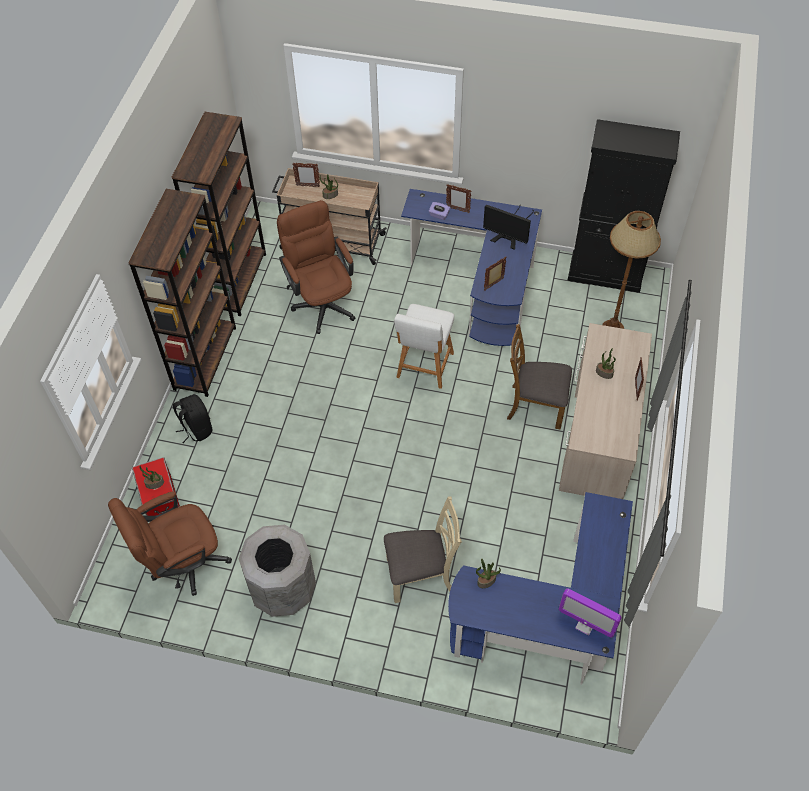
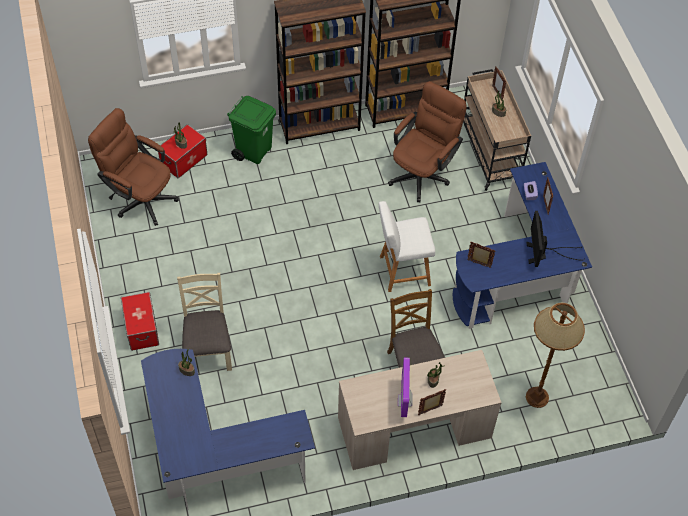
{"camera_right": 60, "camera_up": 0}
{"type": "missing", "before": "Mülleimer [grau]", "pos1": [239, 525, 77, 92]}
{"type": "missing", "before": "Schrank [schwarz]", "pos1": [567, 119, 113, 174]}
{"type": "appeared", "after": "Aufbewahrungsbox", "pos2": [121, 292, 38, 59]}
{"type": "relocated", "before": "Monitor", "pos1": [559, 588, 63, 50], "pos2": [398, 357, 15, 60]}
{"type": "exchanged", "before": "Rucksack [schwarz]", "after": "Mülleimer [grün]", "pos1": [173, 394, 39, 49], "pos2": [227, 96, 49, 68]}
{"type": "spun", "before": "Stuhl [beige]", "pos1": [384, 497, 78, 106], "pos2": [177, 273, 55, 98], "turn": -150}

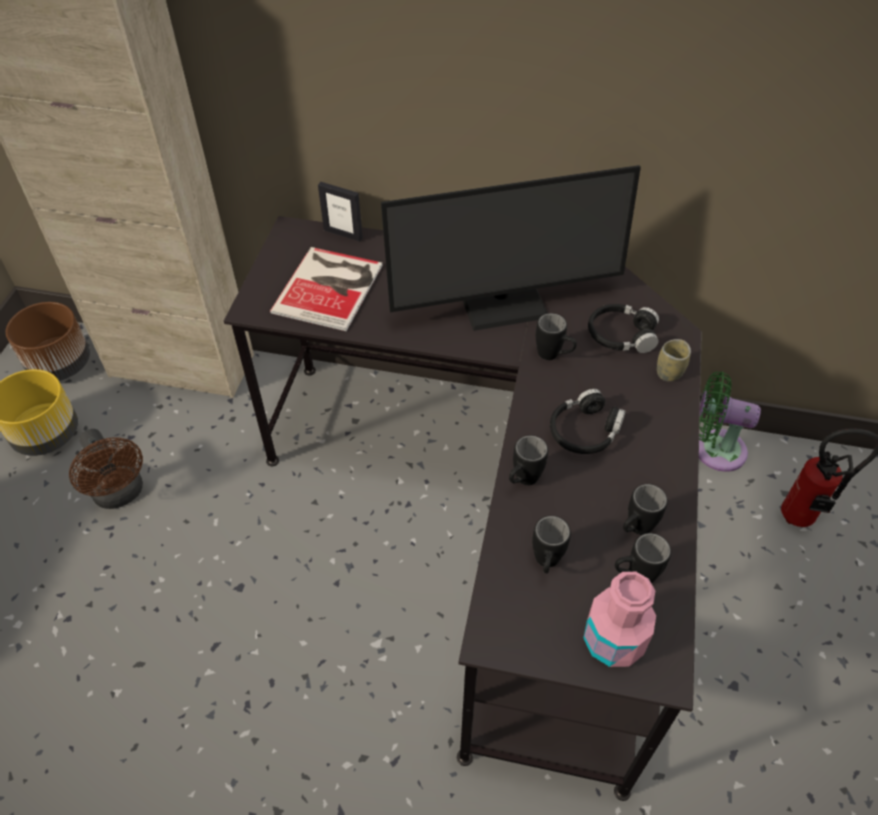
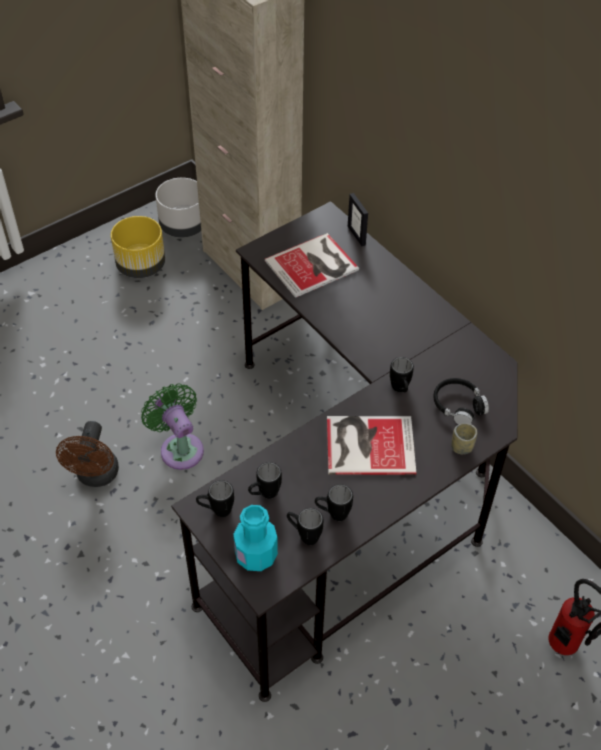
{"camera_right": 40, "camera_up": 0}
{"type": "missing", "before": "Monitor", "pos1": [381, 165, 260, 166]}
{"type": "relocated", "before": "Ventilator [braun]", "pos1": [69, 429, 74, 80], "pos2": [56, 421, 63, 66]}
{"type": "relocated", "before": "Henkelbecher [schwarz]", "pos1": [509, 435, 39, 50], "pos2": [196, 480, 38, 37]}
{"type": "relocated", "before": "Ventilator [grün]", "pos1": [699, 371, 62, 101], "pos2": [141, 383, 63, 87]}
{"type": "exchanged", "before": "Kopfhörer [schwarz]", "after": "Buch", "pos1": [550, 389, 76, 65], "pos2": [327, 416, 89, 59]}
{"type": "colour", "before": "Pflanzkübel [braun]", "after": "Pflanzkübel [grau]", "pos1": [6, 302, 84, 79], "pos2": [155, 178, 46, 60]}
{"type": "colour", "before": "Flasche [rosa]", "after": "Flasche [türkis]", "pos1": [583, 572, 73, 95], "pos2": [233, 505, 45, 66]}

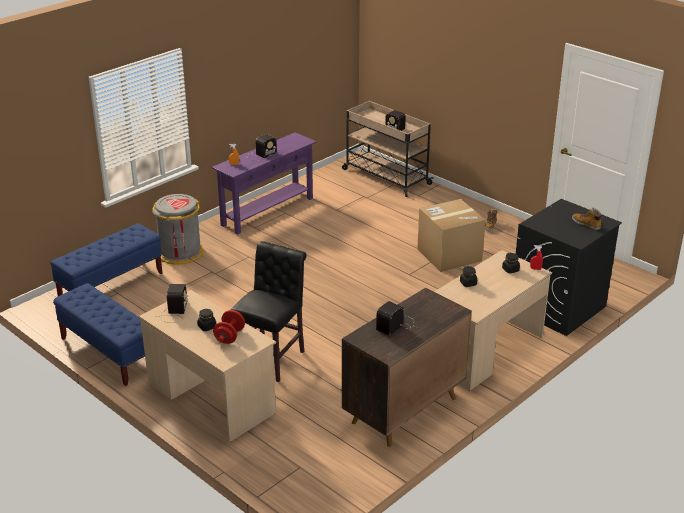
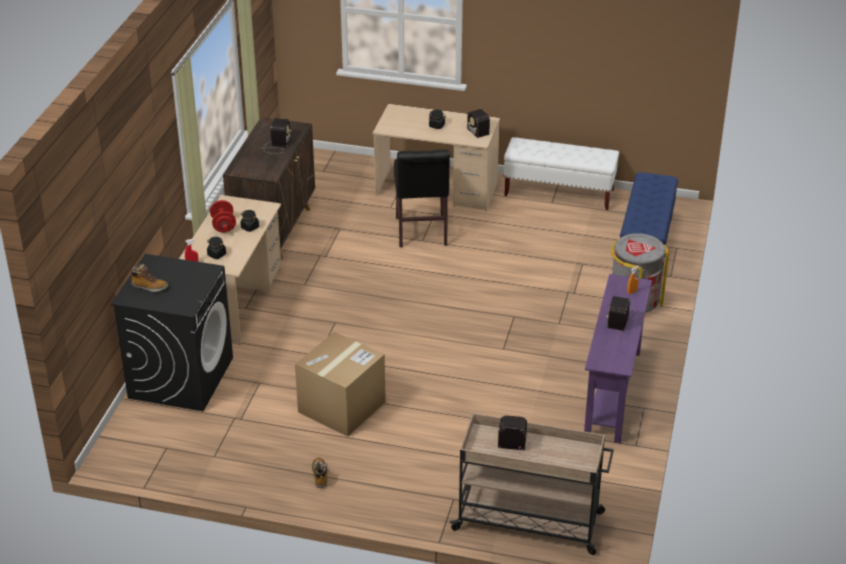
{"camera_right": 150, "camera_up": 5}
{"type": "relocated", "before": "Hantel [rot]", "pos1": [213, 310, 32, 34], "pos2": [210, 200, 26, 33]}
{"type": "colour", "before": "Bank [blau]", "after": "Bank [weiß]", "pos1": [53, 283, 92, 103], "pos2": [503, 137, 116, 73]}

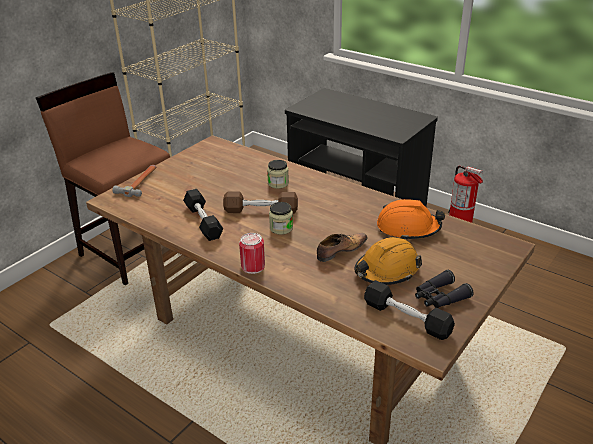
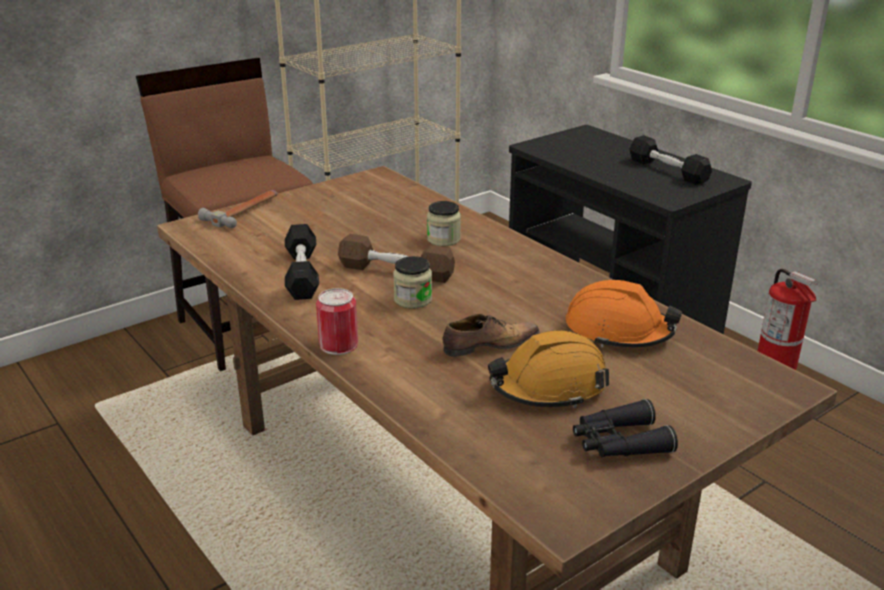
{"camera_right": 15, "camera_up": -5}
{"type": "relocated", "before": "Hantel [schwarz]", "pos1": [364, 280, 91, 60], "pos2": [629, 135, 83, 50]}

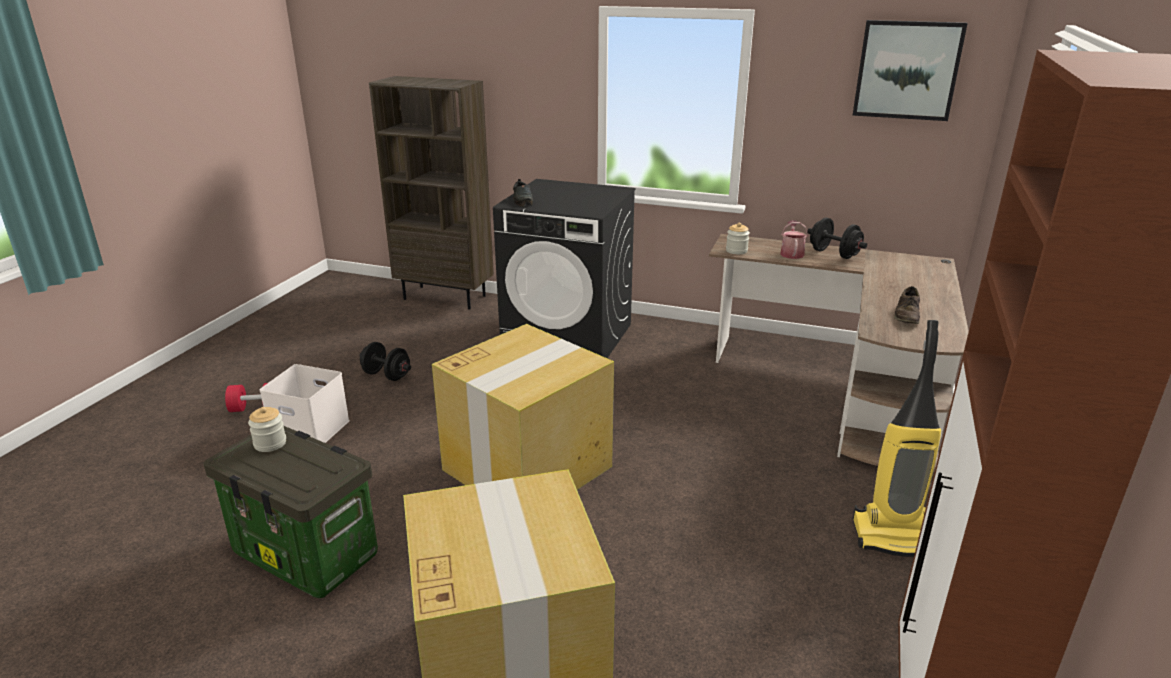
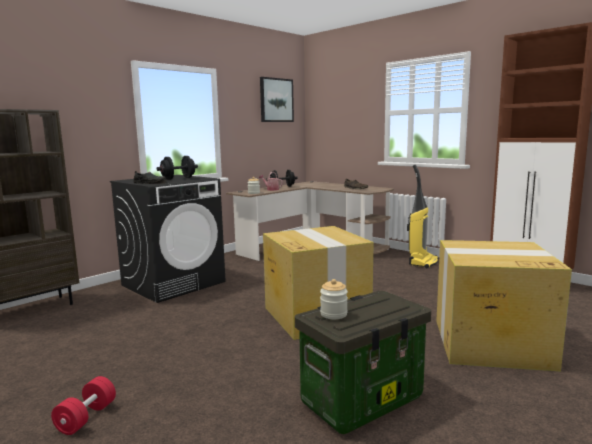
{"camera_right": -65, "camera_up": -15}
{"type": "missing", "before": "Aufbewahrungsbox [weiß]", "pos1": [260, 364, 90, 79]}
{"type": "relocated", "before": "Hantel [schwarz]", "pos1": [359, 342, 52, 39], "pos2": [157, 156, 41, 24]}

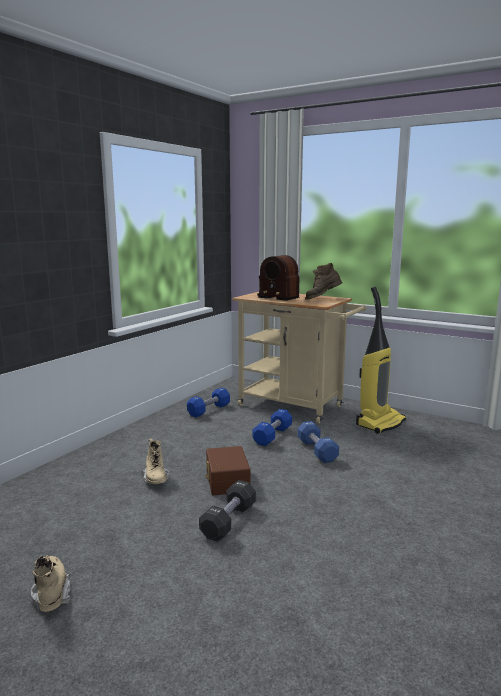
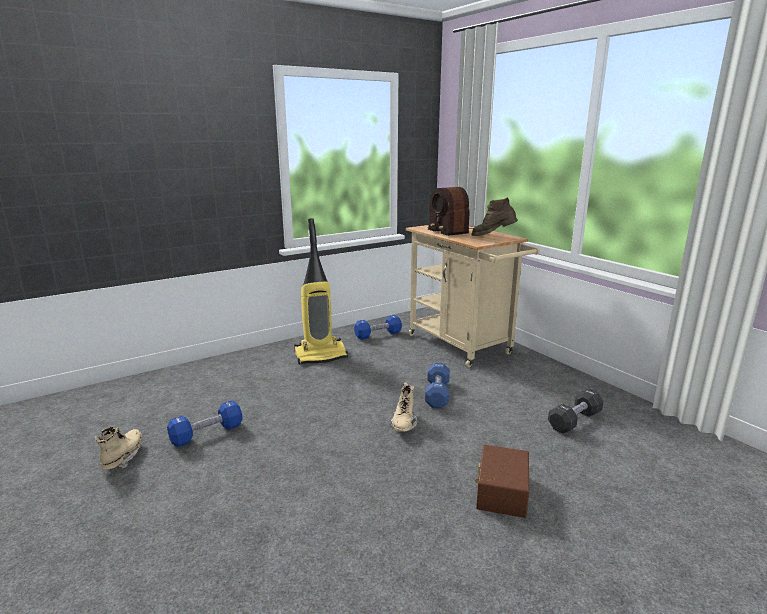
{"camera_right": 25, "camera_up": 5}
{"type": "relocated", "before": "Stiefel [beige]", "pos1": [142, 439, 27, 46], "pos2": [390, 382, 27, 49]}
{"type": "relocated", "before": "Hantel [schwarz]", "pos1": [199, 480, 57, 62], "pos2": [548, 389, 56, 45]}
{"type": "relocated", "before": "Aufbewahrungsbox [braun]", "pos1": [206, 446, 44, 49], "pos2": [475, 445, 54, 73]}
{"type": "relocated", "before": "Hantel [blau]", "pos1": [252, 409, 40, 37], "pos2": [167, 400, 76, 47]}
{"type": "relocated", "before": "Staubsauger", "pos1": [356, 287, 50, 147], "pos2": [294, 218, 54, 146]}

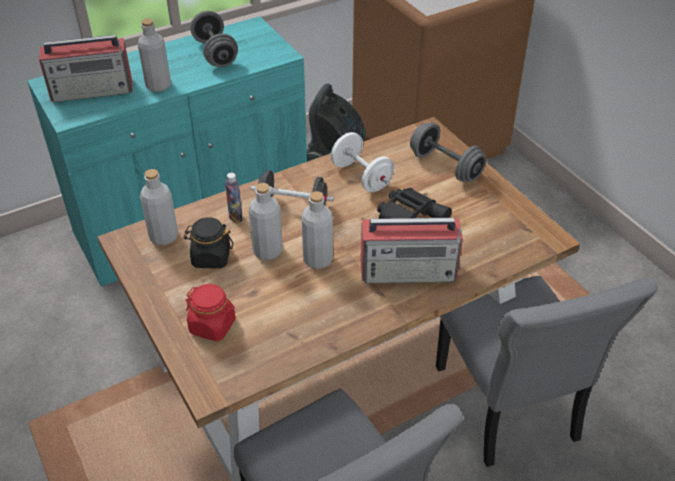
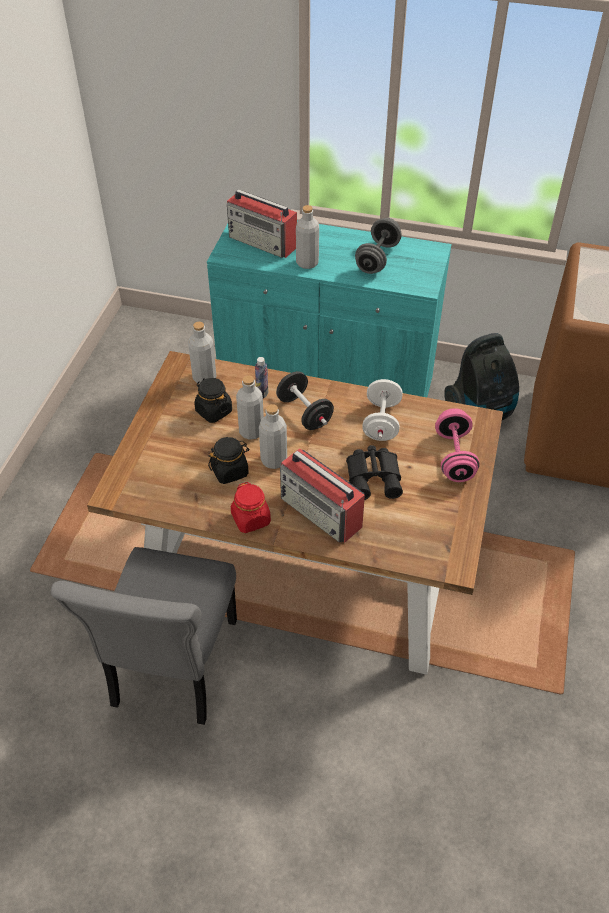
{"camera_right": 45, "camera_up": 5}
{"type": "missing", "before": "Stuhl [grau]", "pos1": [436, 276, 222, 191]}
{"type": "appeared", "after": "Vorratsglas [schwarz]", "pos2": [208, 437, 42, 47]}
{"type": "relocated", "before": "Vorratsglas [rot]", "pos1": [185, 284, 51, 57], "pos2": [231, 482, 40, 51]}
{"type": "colour", "before": "Hantel [grau]", "after": "Hantel [rosa]", "pos1": [410, 123, 76, 59], "pos2": [435, 408, 45, 74]}

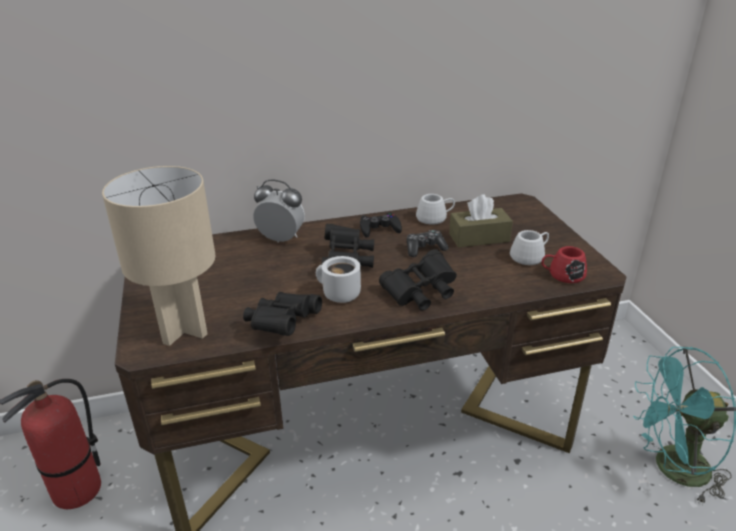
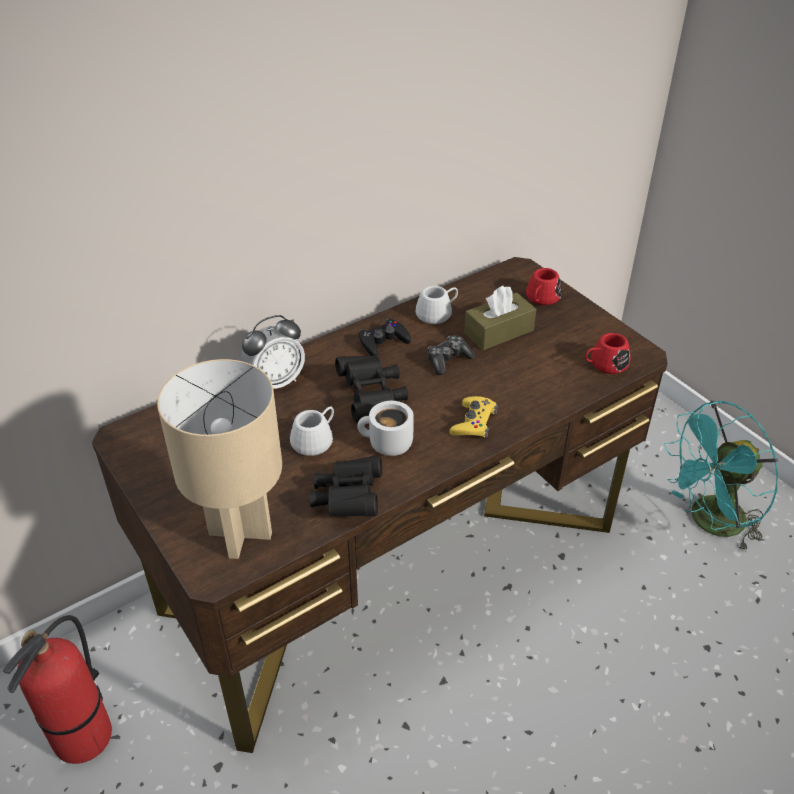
{"camera_right": -20, "camera_up": 10}
{"type": "appeared", "after": "Henkelbecher [rot]", "pos2": [526, 268, 36, 37]}
{"type": "relocated", "before": "Henkelbecher [weiß]", "pos1": [510, 230, 39, 35], "pos2": [290, 407, 44, 49]}
{"type": "exchanged", "before": "Fernglas [schwarz]", "after": "Gamepad [gelb]", "pos1": [379, 249, 78, 61], "pos2": [450, 396, 48, 42]}
{"type": "spun", "before": "Wecker", "pos1": [253, 180, 52, 63], "pos2": [241, 315, 64, 74], "turn": 150}

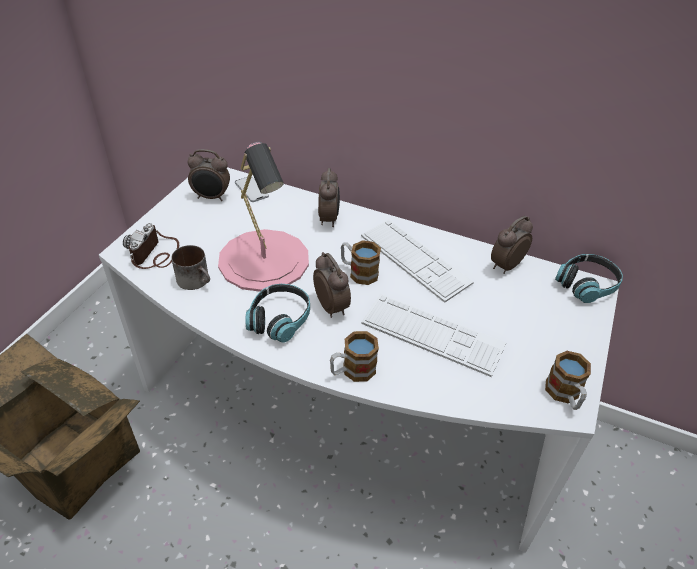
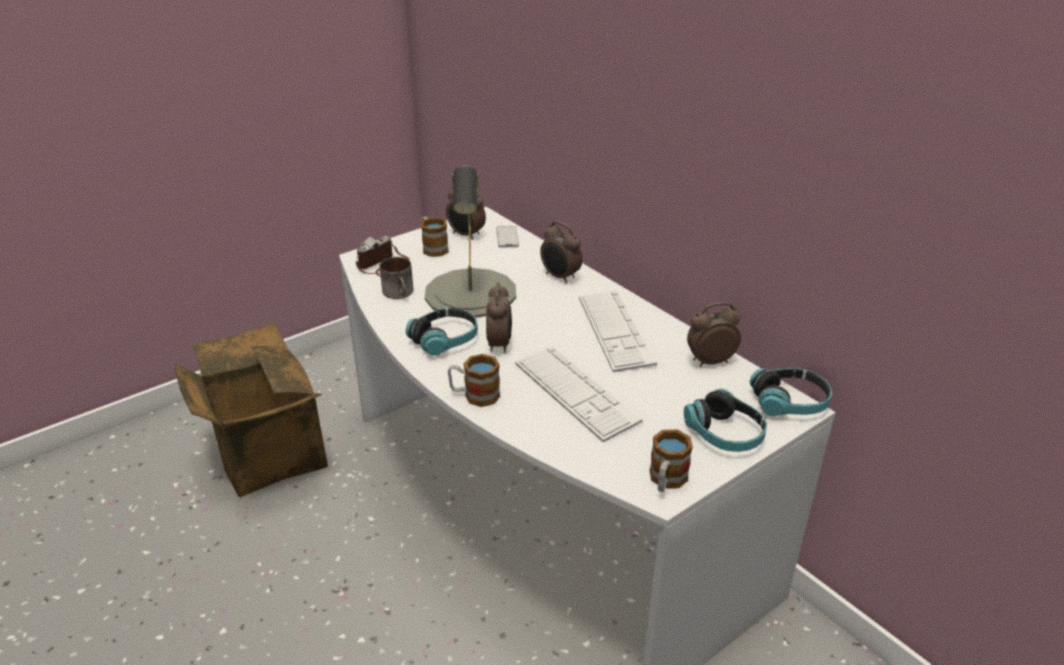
{"camera_right": 30, "camera_up": -10}
{"type": "appeared", "after": "Kopfhörer", "pos2": [684, 389, 83, 63]}
{"type": "relocated", "before": "Henkelbecher", "pos1": [341, 240, 40, 45], "pos2": [421, 217, 28, 40]}
{"type": "colour", "before": "Tischlampe [rosa]", "after": "Tischlampe [grau]", "pos1": [218, 142, 91, 150], "pos2": [425, 165, 91, 153]}
{"type": "spun", "before": "Wecker", "pos1": [318, 168, 22, 59], "pos2": [540, 221, 43, 63], "turn": 105}

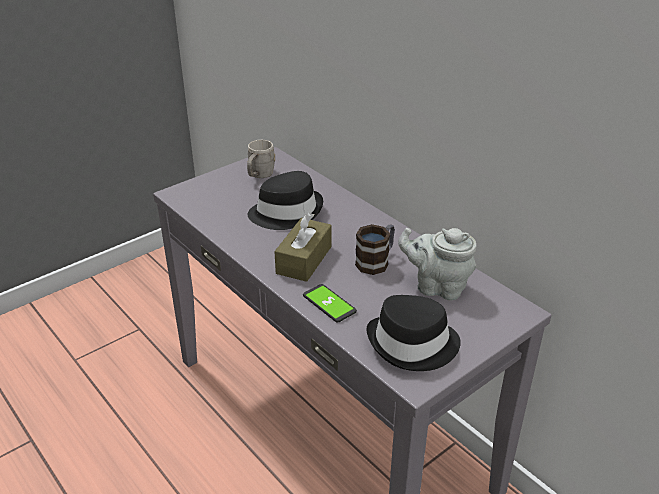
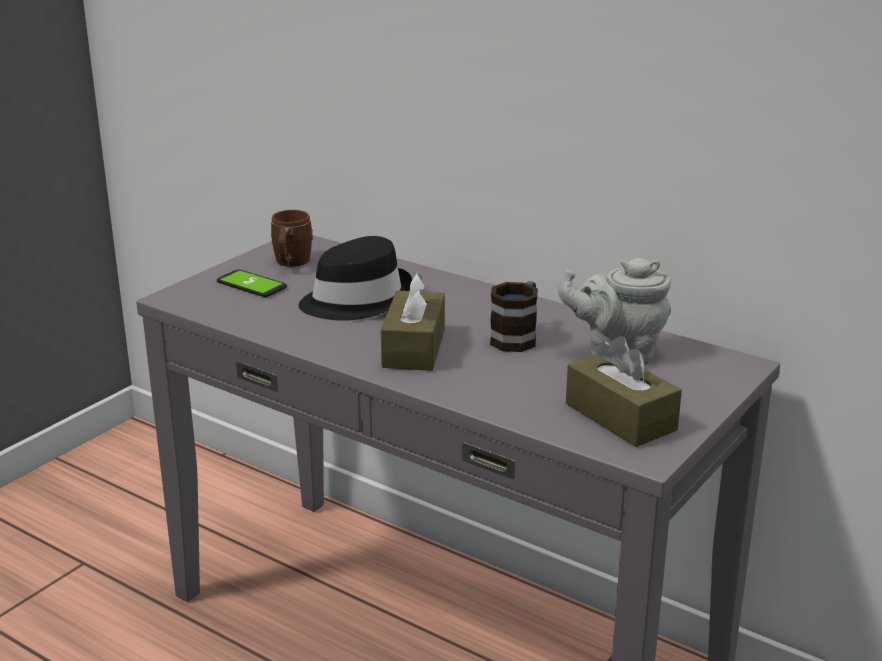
{"camera_right": -15, "camera_up": -10}
{"type": "relocated", "before": "Handy", "pos1": [303, 284, 54, 38], "pos2": [217, 269, 70, 28]}
{"type": "exchanged", "before": "Hut [schwarz]", "after": "Taschentuchbox [braun]", "pos1": [366, 295, 95, 76], "pos2": [566, 336, 116, 111]}
{"type": "colour", "before": "Henkelbecher [grau]", "after": "Henkelbecher [braun]", "pos1": [247, 140, 28, 38], "pos2": [271, 210, 42, 57]}

